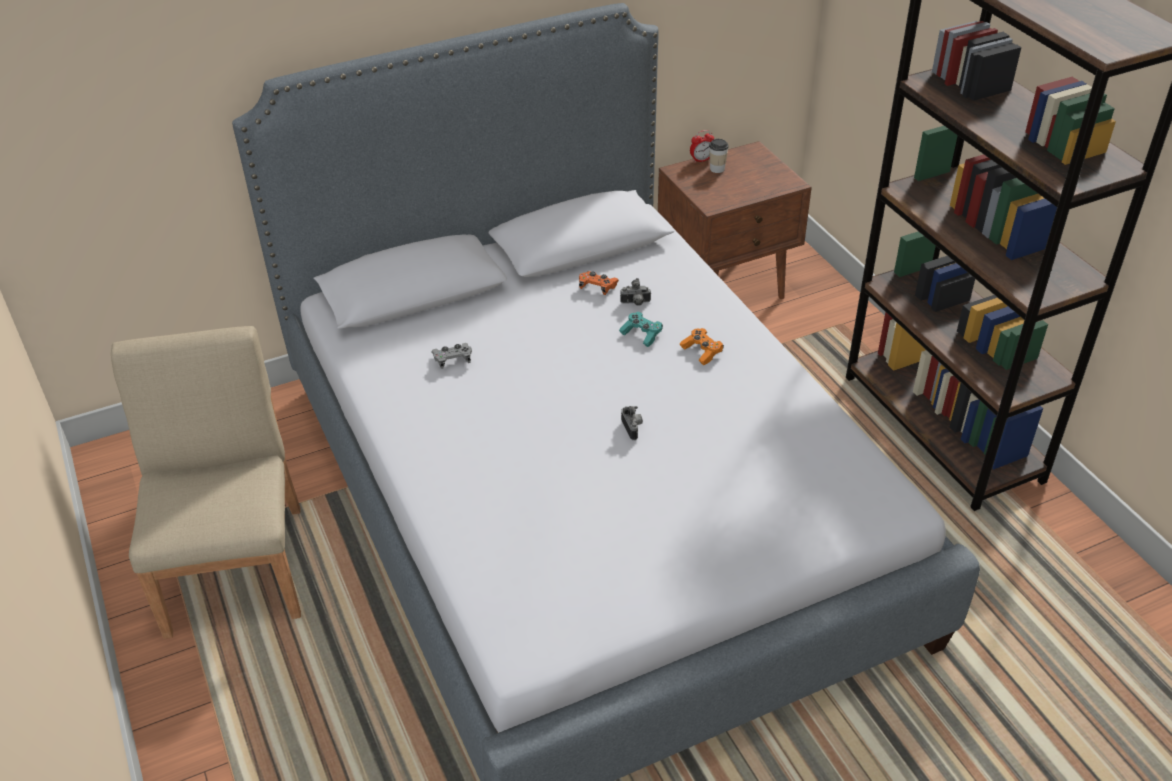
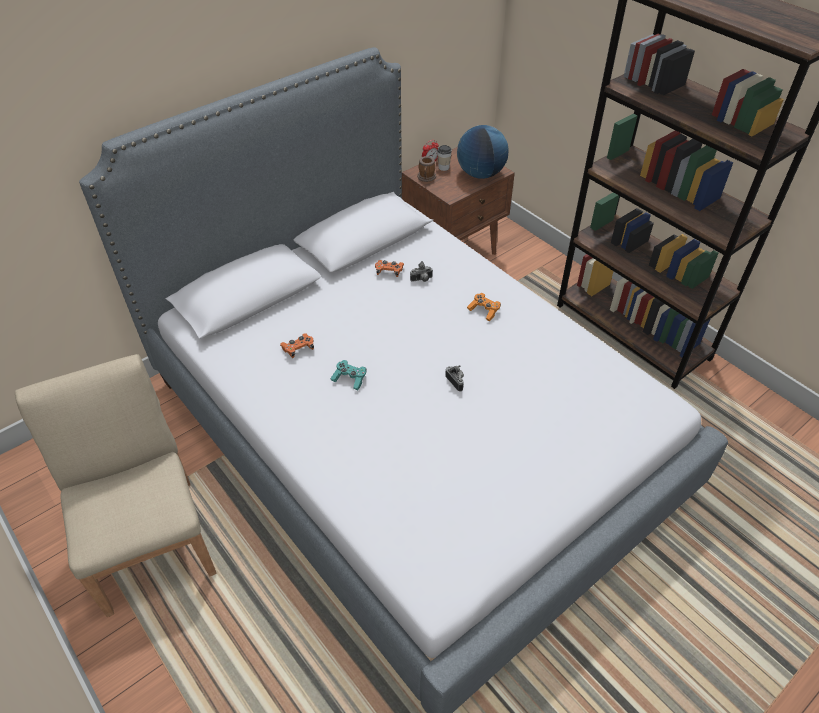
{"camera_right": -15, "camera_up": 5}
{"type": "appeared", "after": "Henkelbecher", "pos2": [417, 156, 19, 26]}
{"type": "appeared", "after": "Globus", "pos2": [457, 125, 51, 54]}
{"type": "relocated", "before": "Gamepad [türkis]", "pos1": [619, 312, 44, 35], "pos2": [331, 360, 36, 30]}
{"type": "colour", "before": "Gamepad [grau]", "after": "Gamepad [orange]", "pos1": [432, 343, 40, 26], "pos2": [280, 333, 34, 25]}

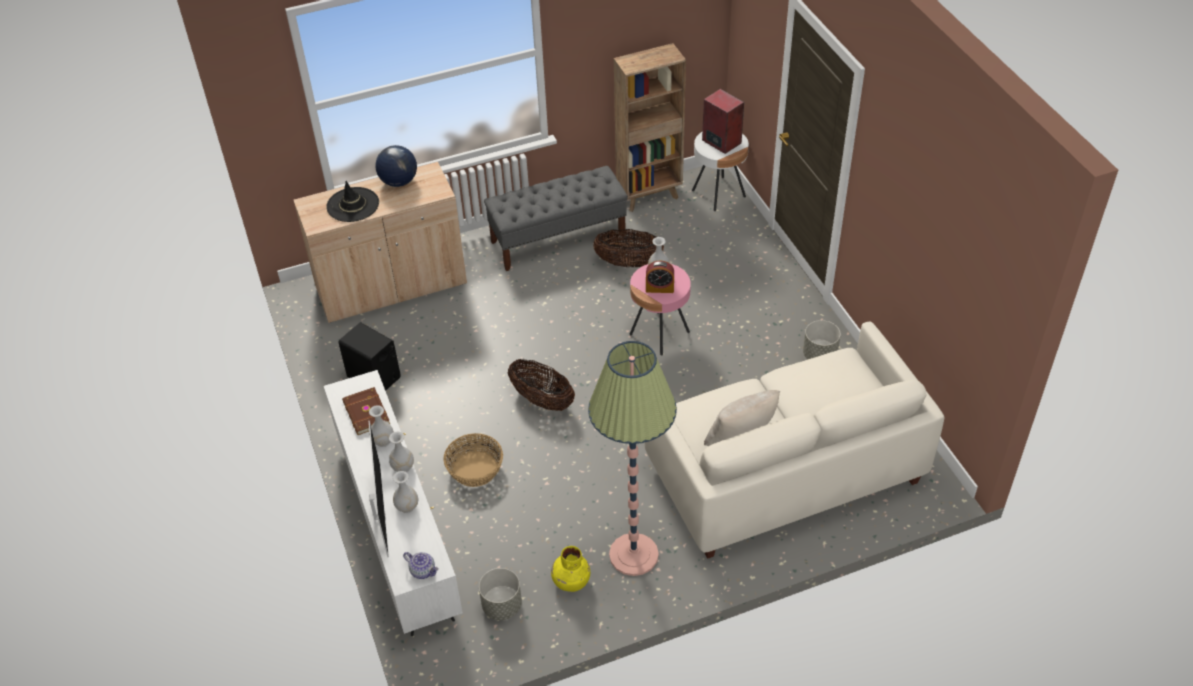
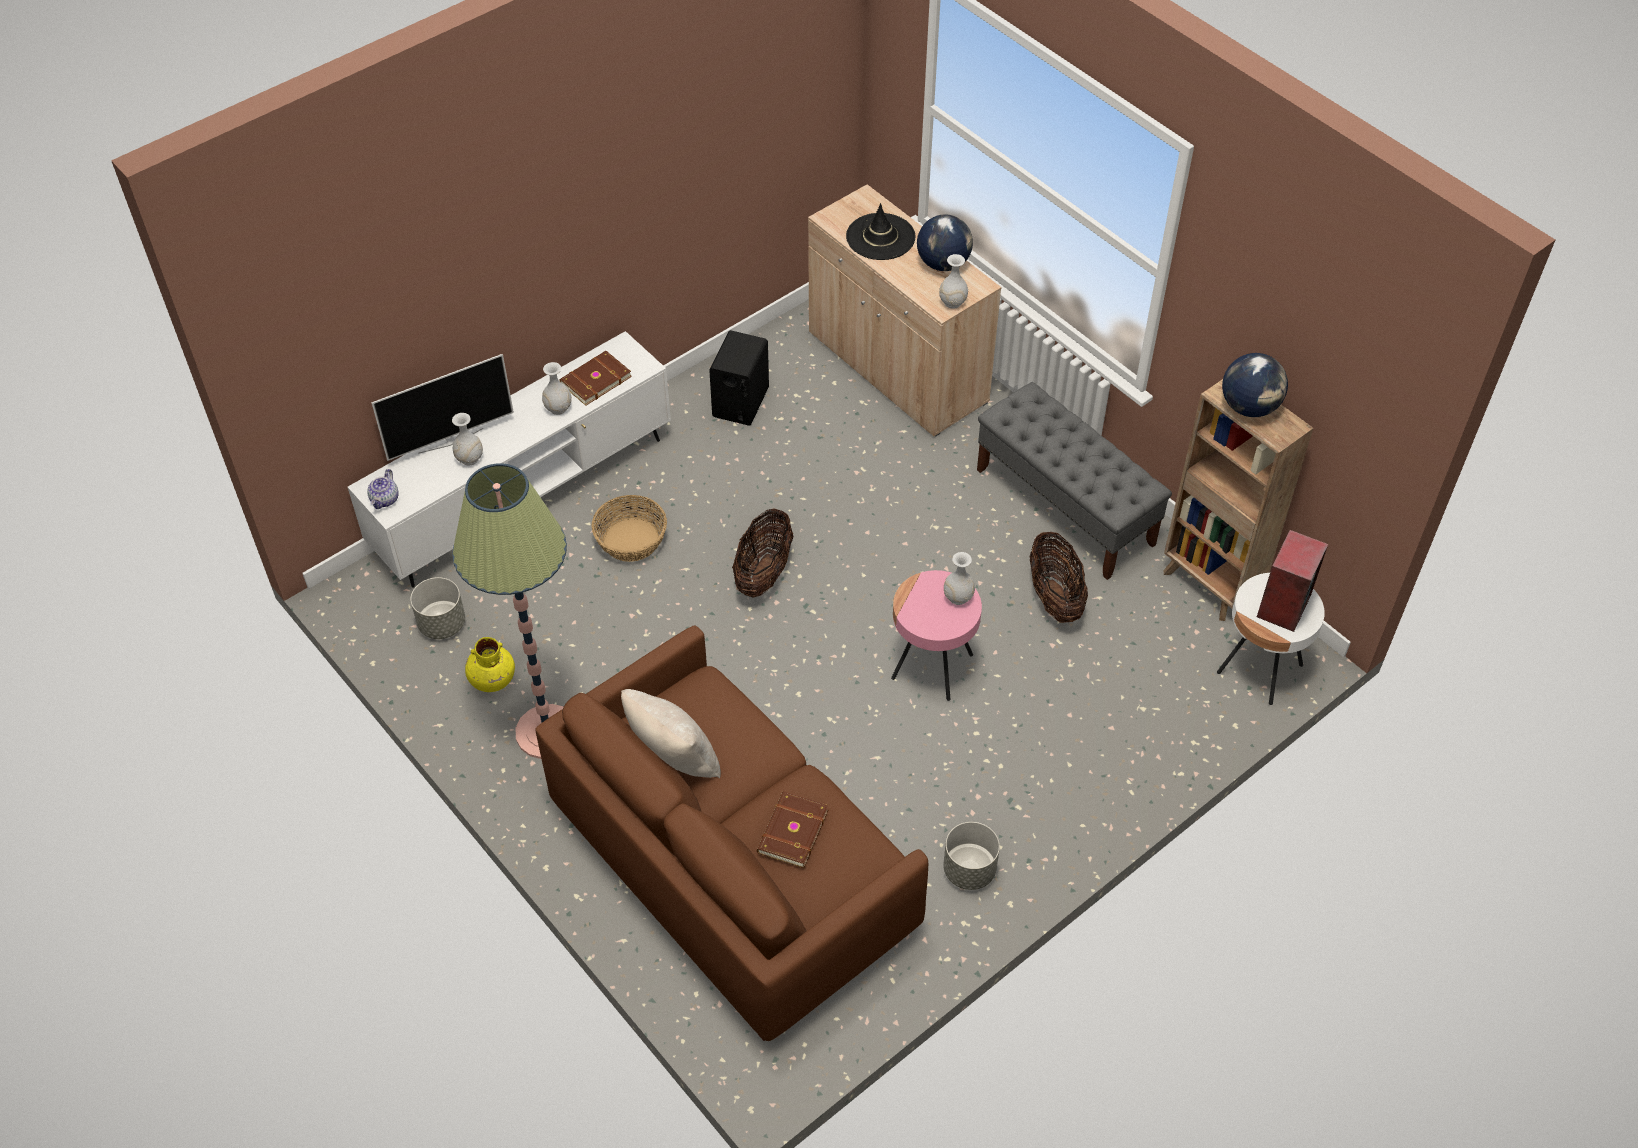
{"camera_right": 70, "camera_up": 5}
{"type": "missing", "before": "Wecker", "pos1": [646, 261, 28, 32]}
{"type": "appeared", "after": "Buch [braun]", "pos2": [757, 791, 72, 77]}
{"type": "appeared", "after": "Globus", "pos2": [1222, 353, 66, 64]}
{"type": "relocated", "before": "Vase [weiß]", "pos1": [389, 432, 25, 40], "pos2": [939, 254, 29, 55]}
{"type": "colour", "before": "Sofa [weiß]", "after": "Sofa [braun]", "pos1": [644, 322, 300, 237], "pos2": [535, 625, 393, 416]}

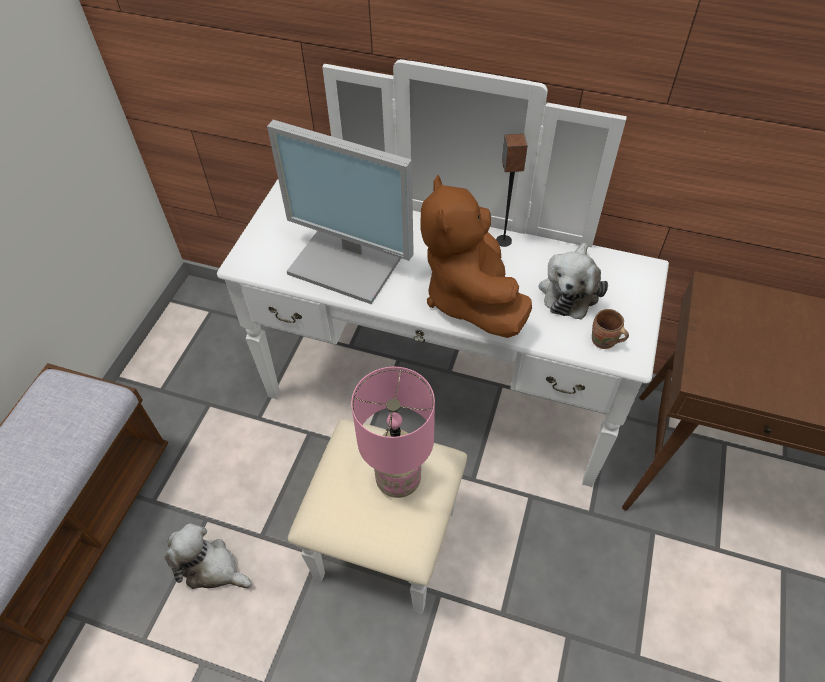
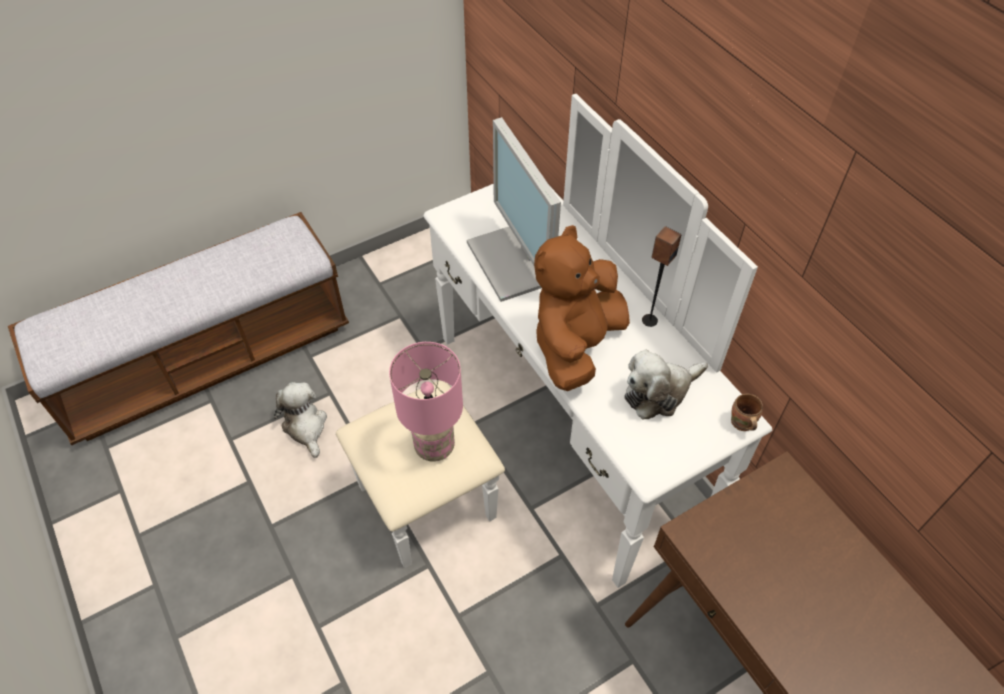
{"camera_right": 40, "camera_up": 0}
{"type": "relocated", "before": "Henkelbecher [braun]", "pos1": [592, 309, 37, 40], "pos2": [731, 394, 32, 37]}

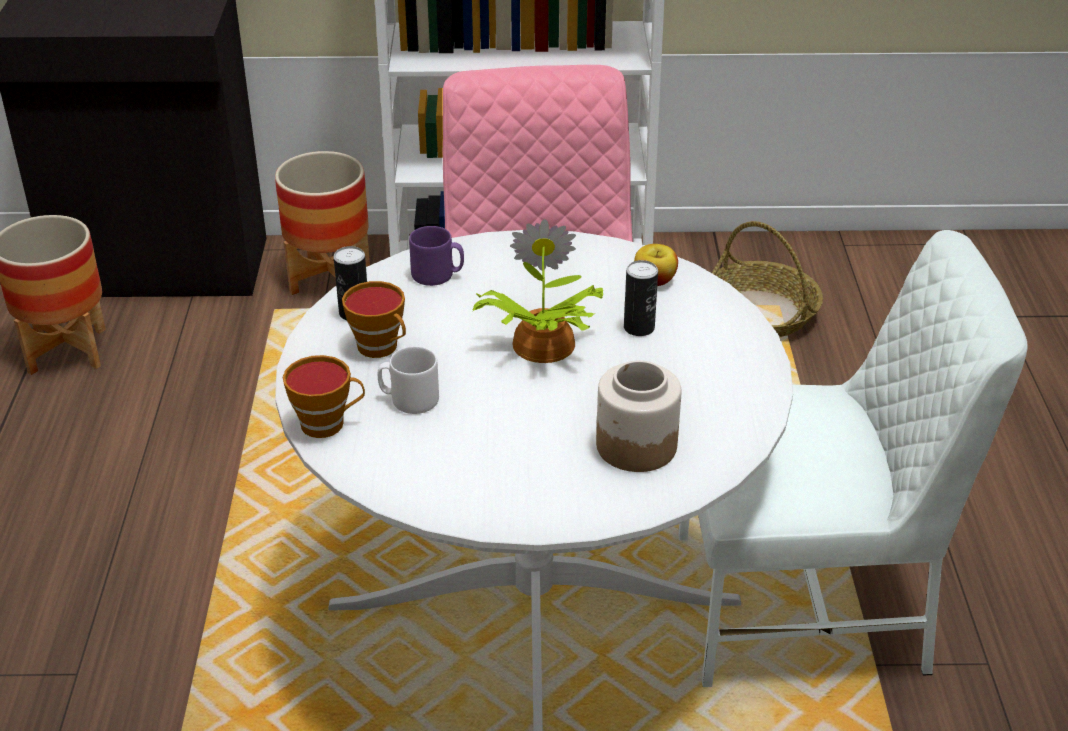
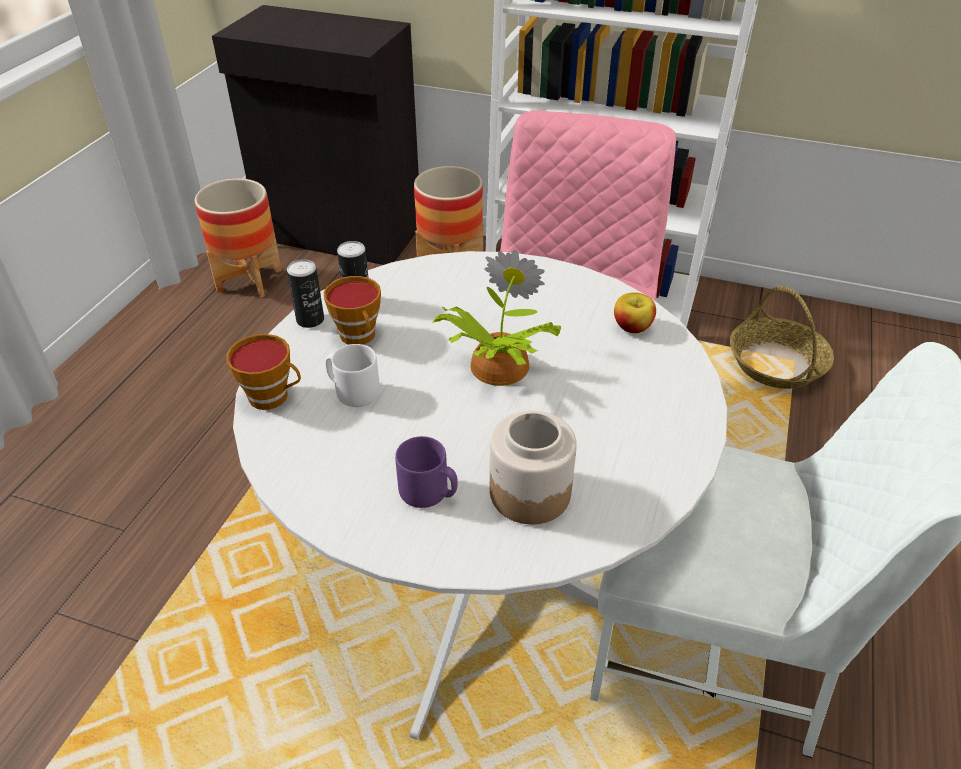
{"camera_right": 20, "camera_up": 5}
{"type": "relocated", "before": "Henkelbecher [lila]", "pos1": [409, 226, 55, 60], "pos2": [395, 436, 63, 72]}
{"type": "relocated", "before": "Dose", "pos1": [624, 260, 34, 76], "pos2": [287, 259, 37, 69]}

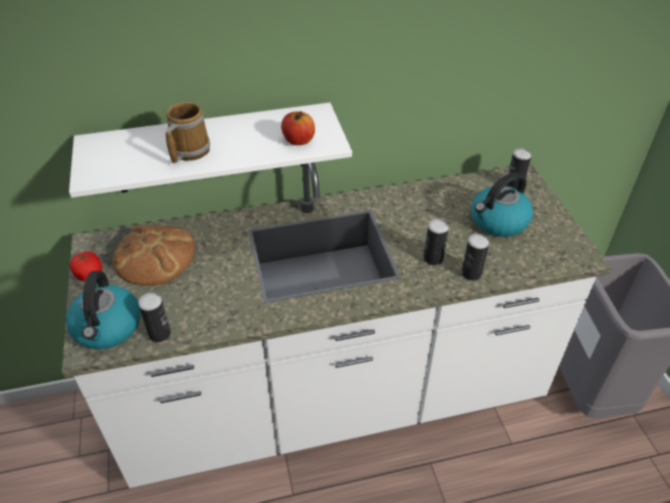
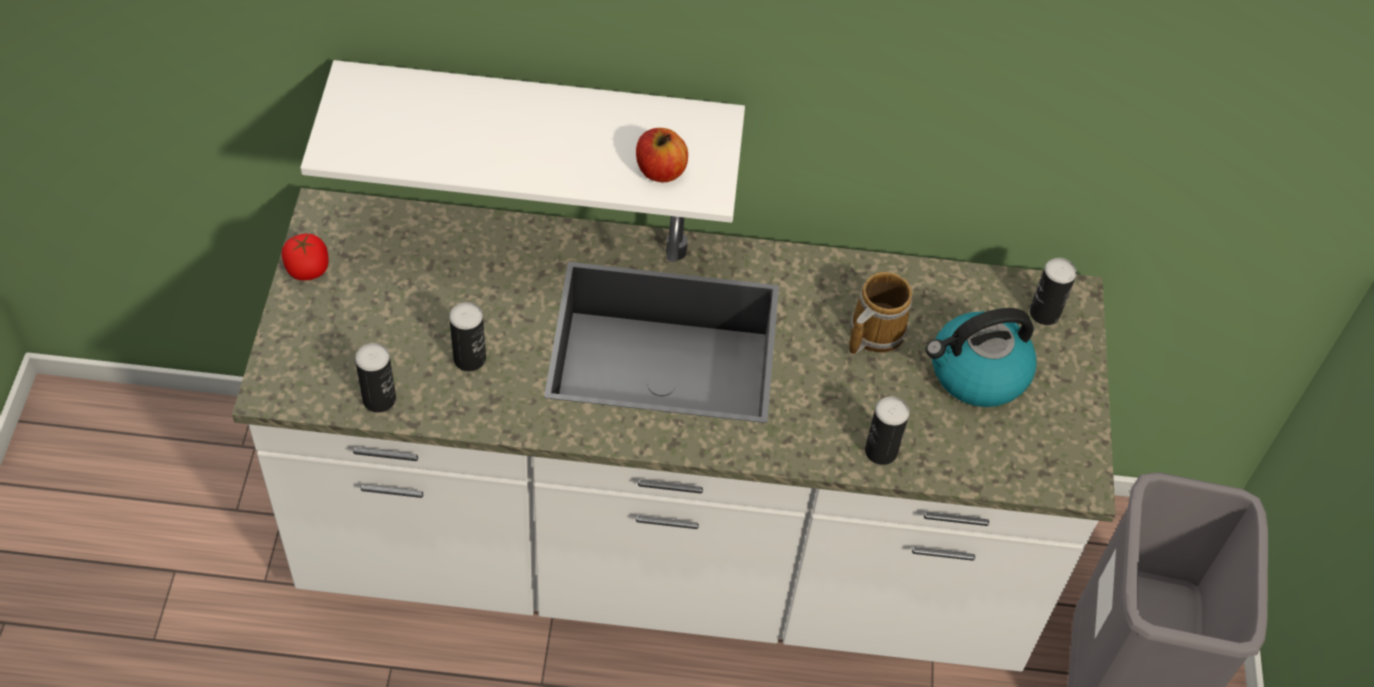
{"camera_right": 15, "camera_up": 10}
{"type": "missing", "before": "Wasserkessel", "pos1": [66, 271, 75, 78]}
{"type": "missing", "before": "Brot", "pos1": [112, 225, 83, 61]}
{"type": "relocated", "before": "Henkelbecher", "pos1": [166, 102, 44, 61], "pos2": [849, 272, 64, 83]}
{"type": "relocated", "before": "Dose", "pos1": [424, 219, 25, 46], "pos2": [449, 302, 37, 69]}

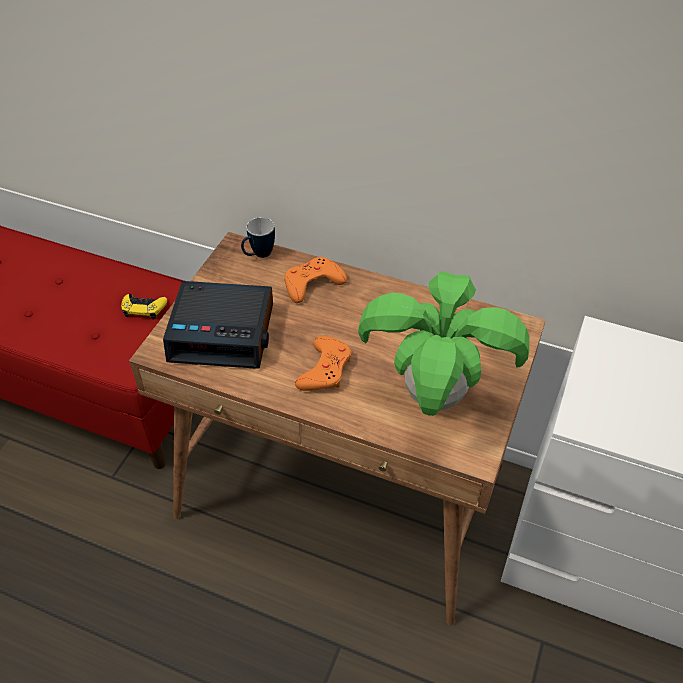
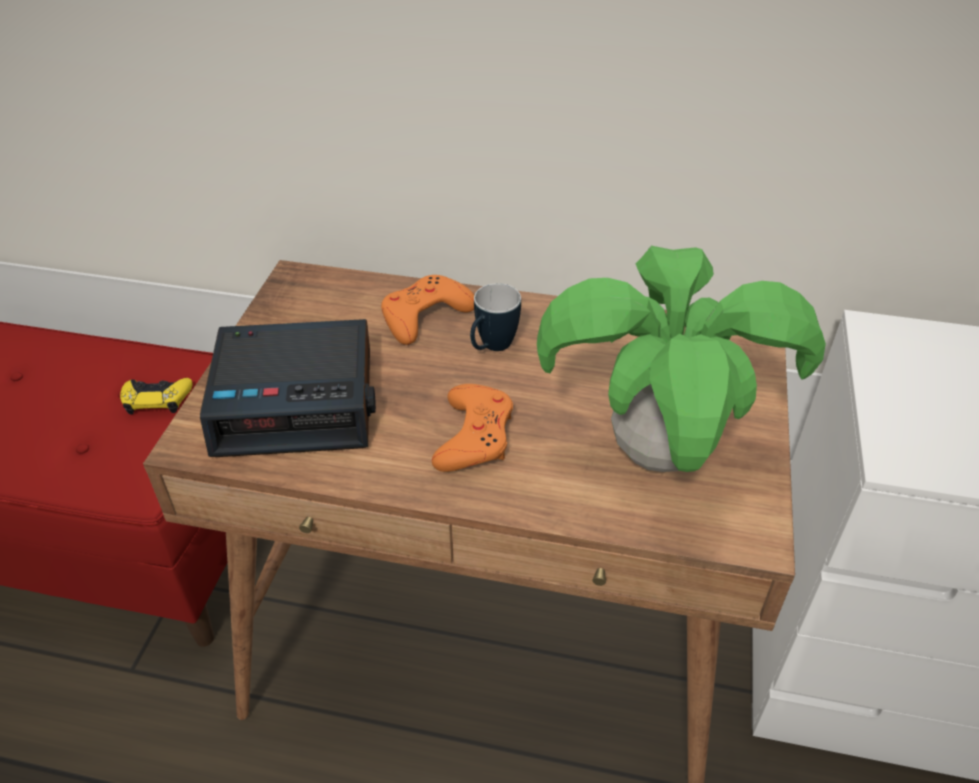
{"camera_right": -10, "camera_up": -5}
{"type": "relocated", "before": "Henkelbecher", "pos1": [241, 217, 34, 41], "pos2": [470, 283, 51, 68]}

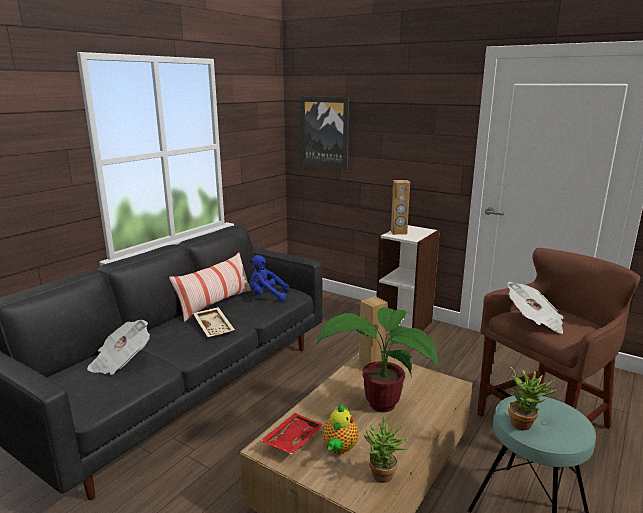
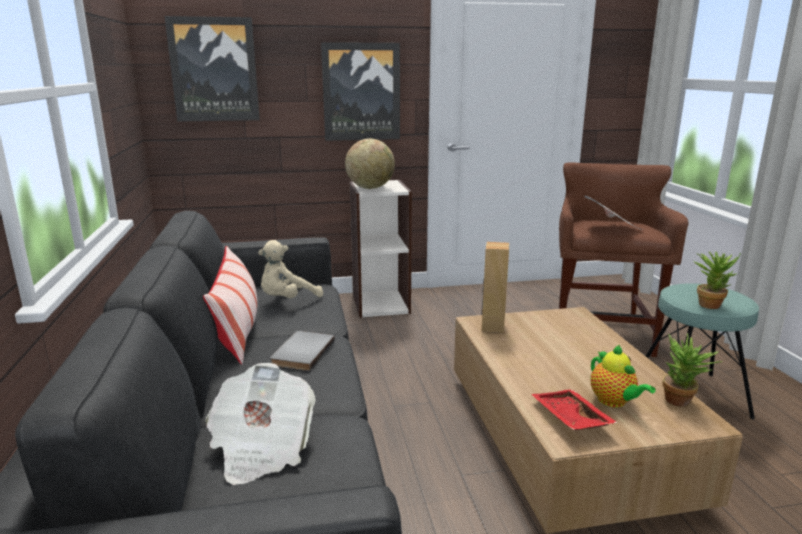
{"camera_right": -45, "camera_up": 0}
{"type": "missing", "before": "Topfpflanze", "pos1": [316, 307, 122, 105]}
{"type": "appeared", "after": "Bild", "pos2": [321, 42, 79, 99]}
{"type": "exchanged", "before": "Tablett [beige]", "after": "Buch [grau]", "pos1": [193, 307, 42, 31], "pos2": [270, 331, 65, 40]}
{"type": "exchanged", "before": "Lautsprecher [braun]", "after": "Globus", "pos1": [391, 180, 19, 55], "pos2": [345, 138, 50, 51]}
{"type": "colour", "before": "Plüschtier [blau]", "after": "Plüschtier [beige]", "pos1": [250, 255, 39, 46], "pos2": [258, 240, 65, 58]}

